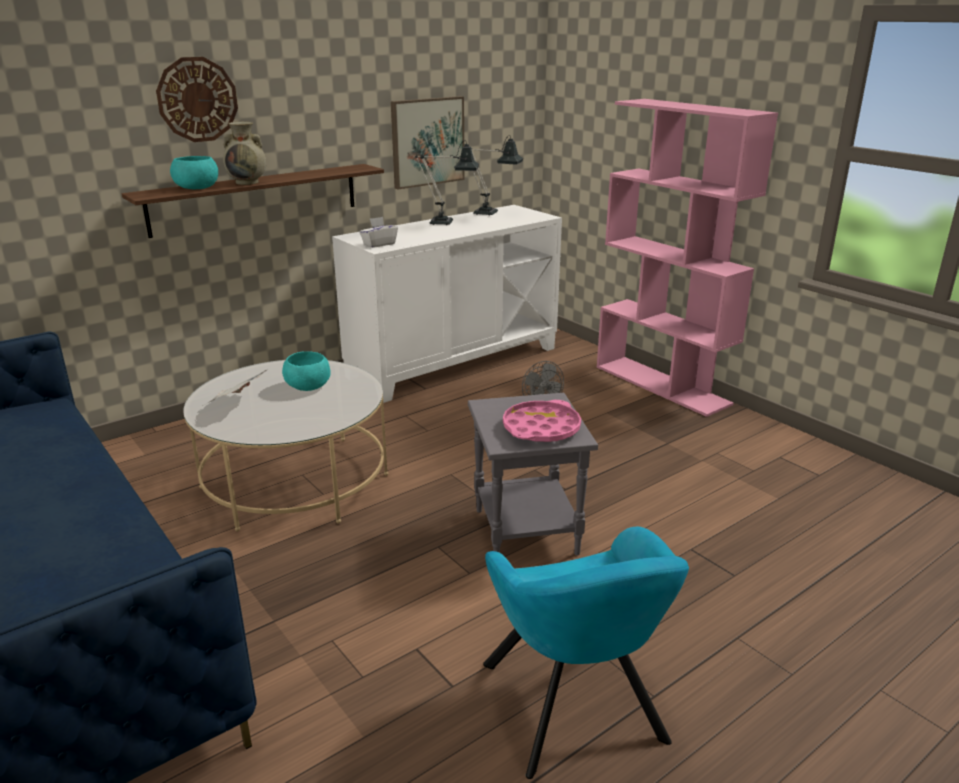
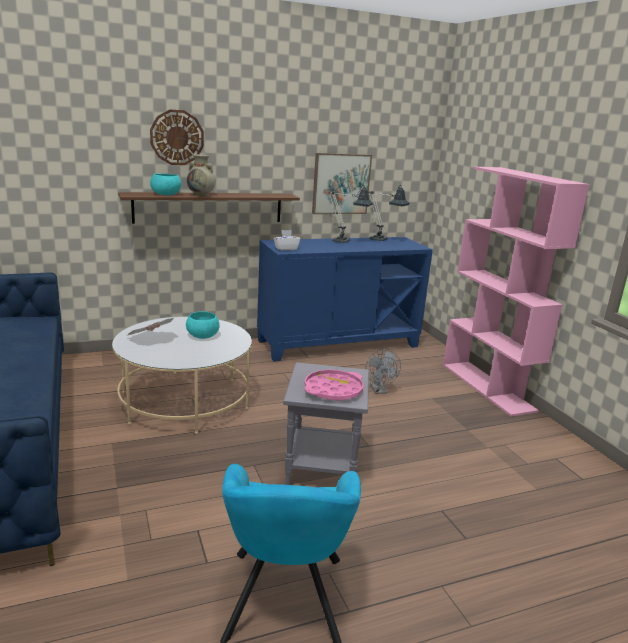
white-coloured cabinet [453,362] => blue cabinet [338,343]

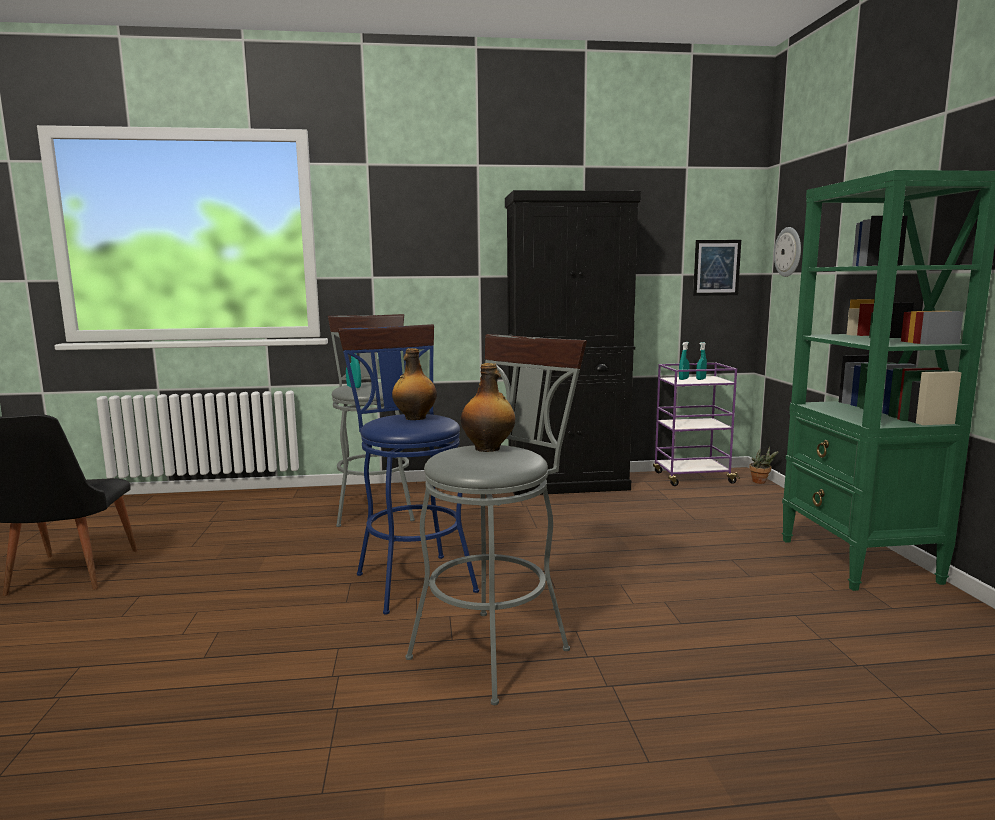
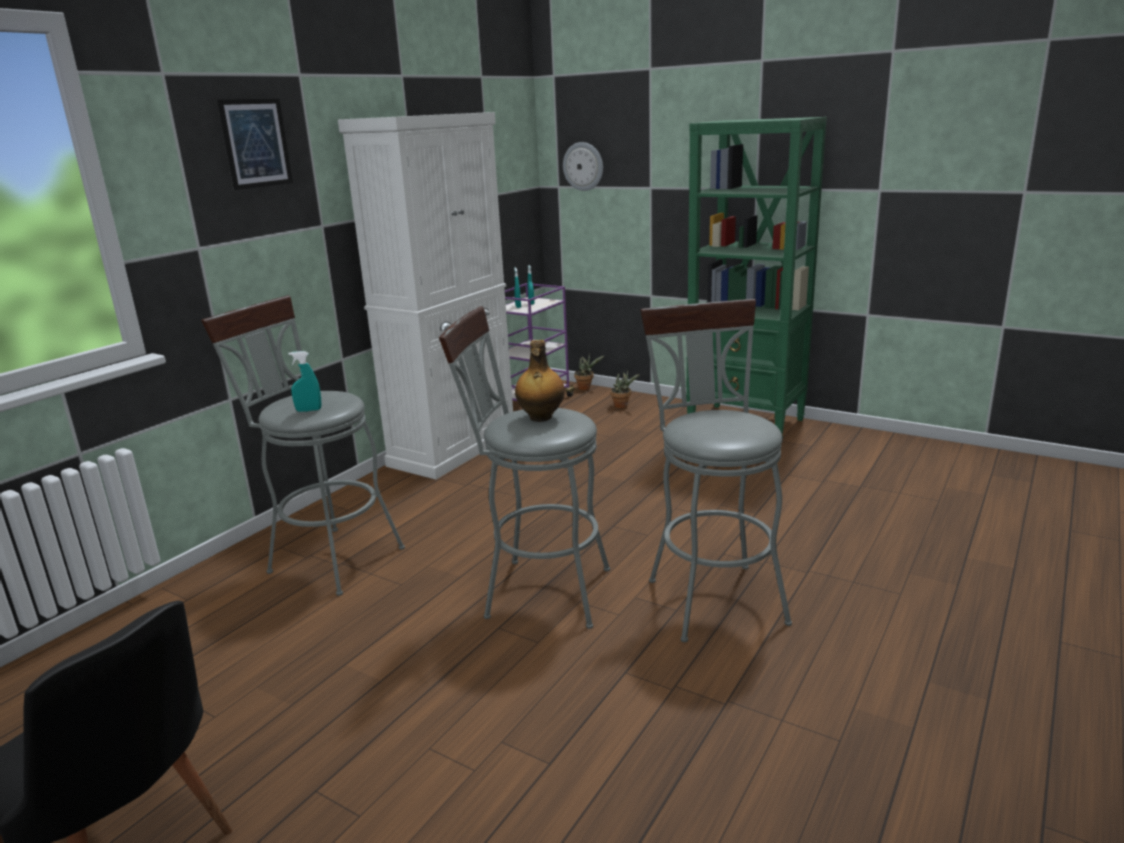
blackish cabinet [567,484] => white-coloured cabinet [454,448]
picture [716,267] => picture [256,143], move
blue stool seat [411,578] => grey stool seat [537,591]
beverage bottle [488,449] => nothing
nothing => houseplant [623,406]

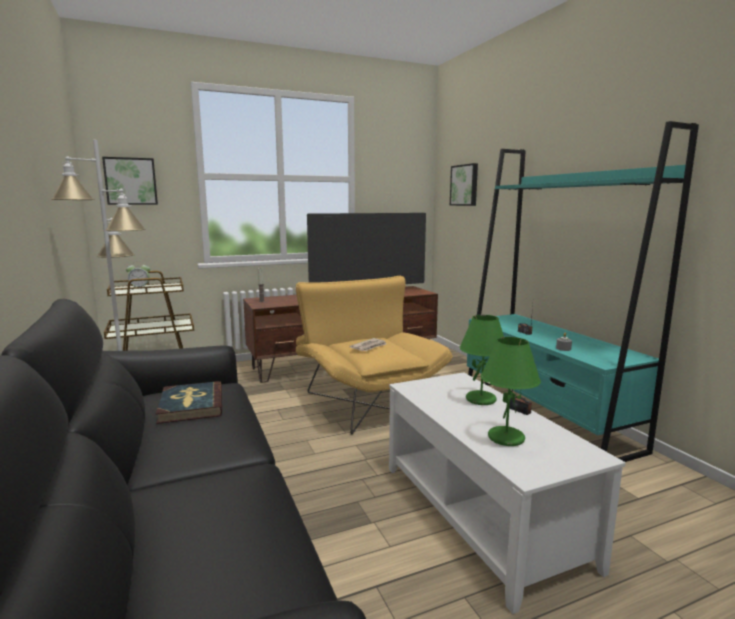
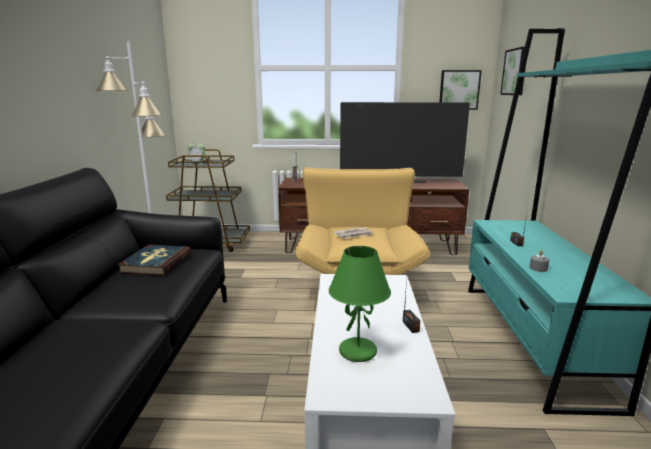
picture [131,181] => picture [459,90], move
green lamp for a table [481,399] => nothing

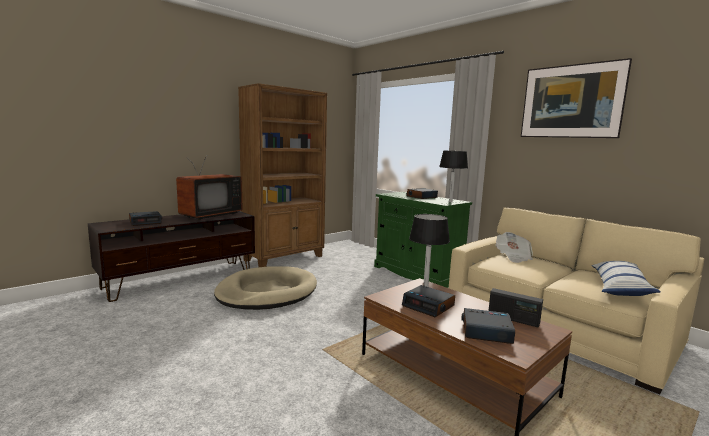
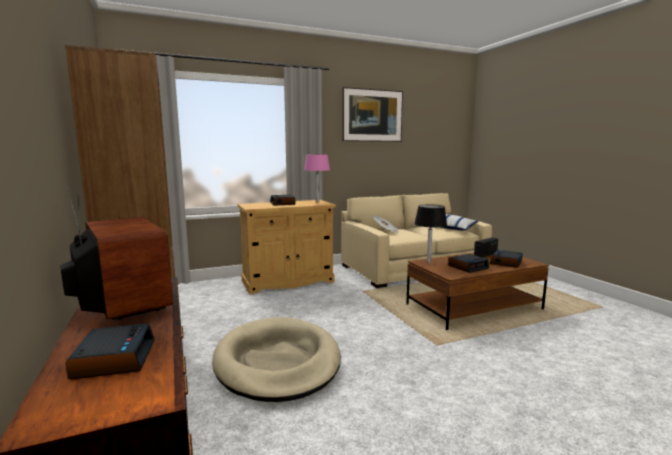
blackish lamp for a table [450,202] => pink-coloured lamp for a table [317,202]
green cabinet [417,273] => beige-coloured cabinet [288,281]

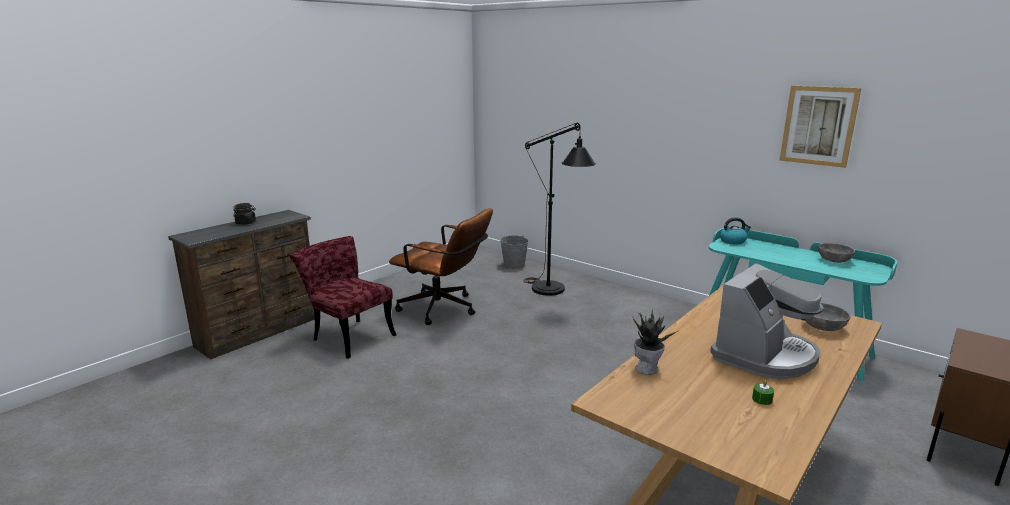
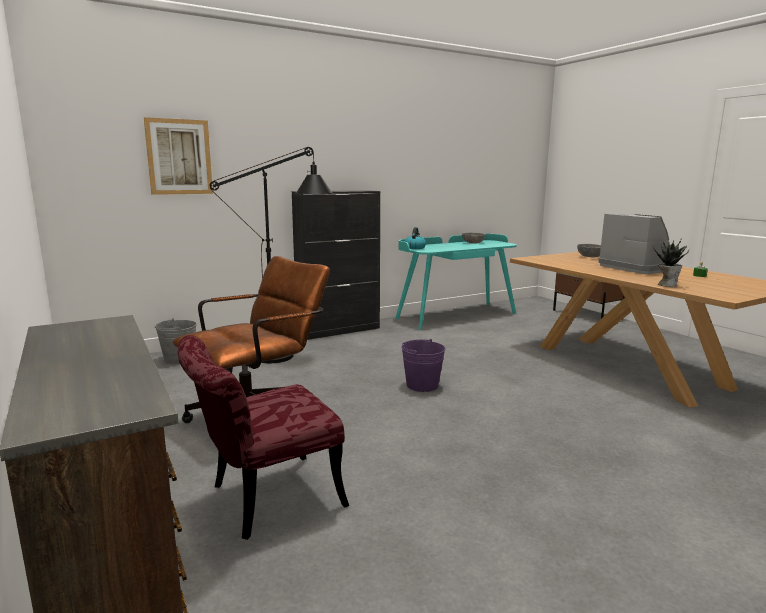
picture [818,126] => picture [179,157], move
blackish preserve jar [246,223] => nothing
nothing => blackish cabinet [339,330]
nothing => purple-coloured pail [422,385]

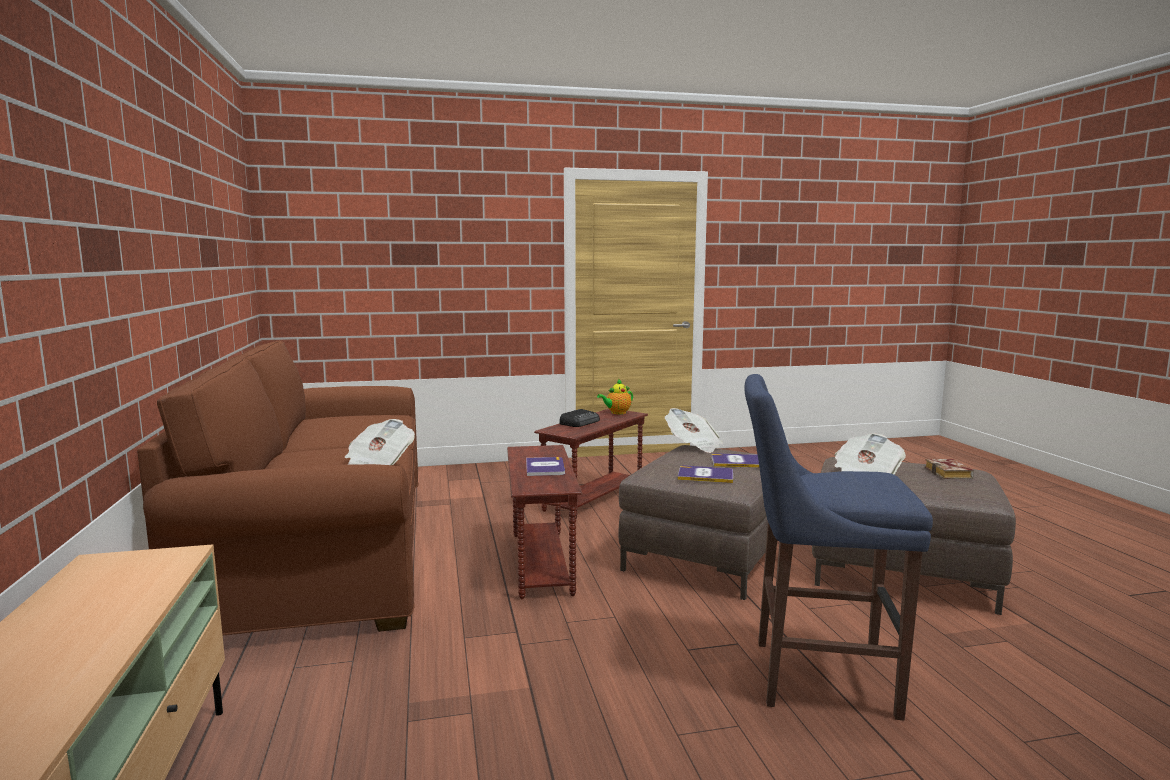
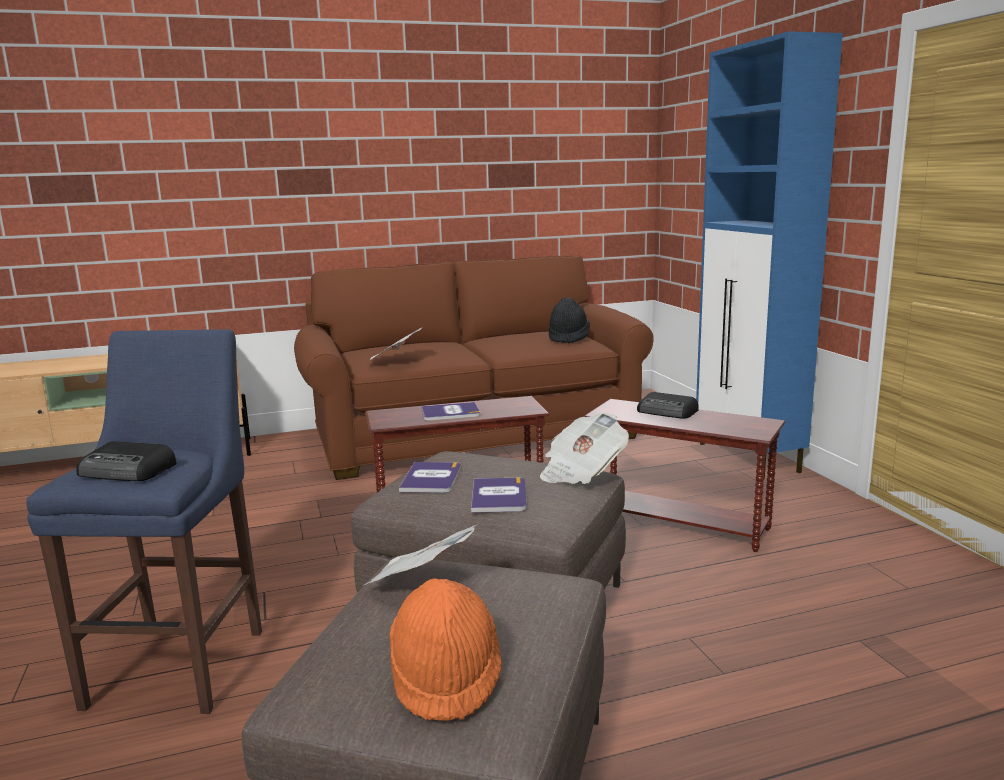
teapot [617,413] => nothing
book [950,474] => orange clothing hat [445,676]
nothing => blue cabinet [748,458]
nothing => blackish clothing hat [568,338]
nothing => radio [128,471]

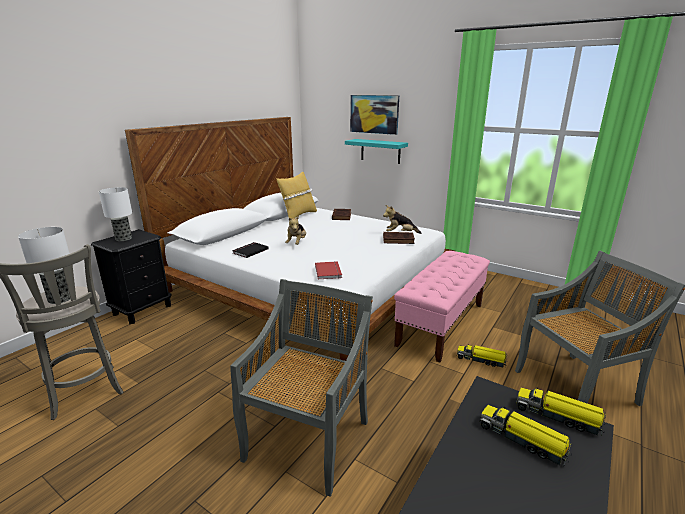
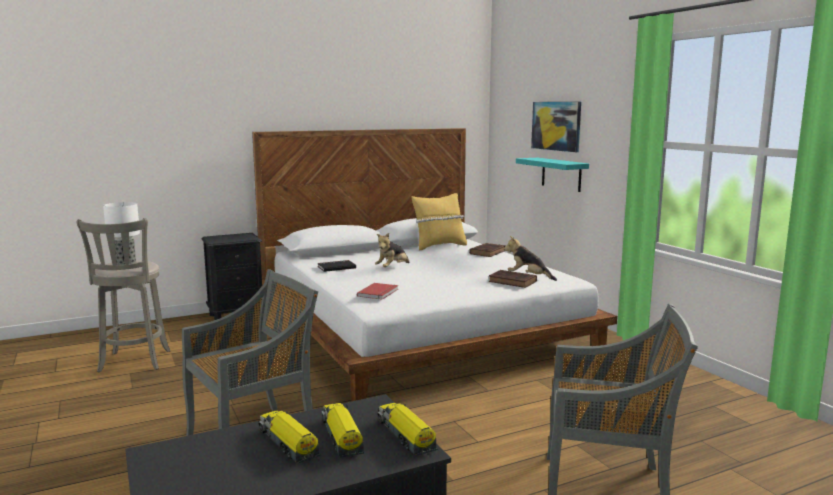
lamp for a table [123,238] => nothing
pink-coloured indoor bench [441,324] => nothing
model truck [481,360] => model truck [288,444], move

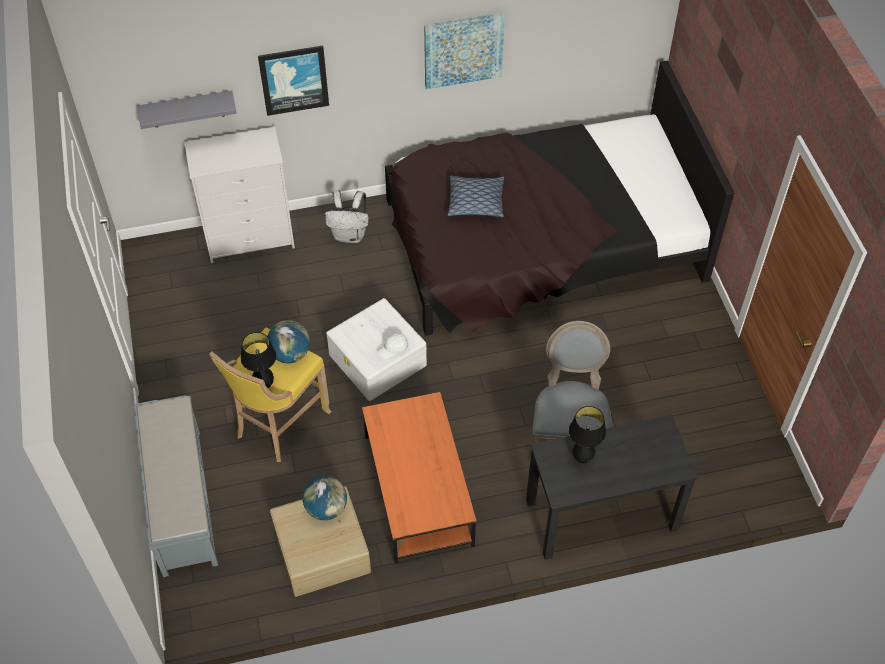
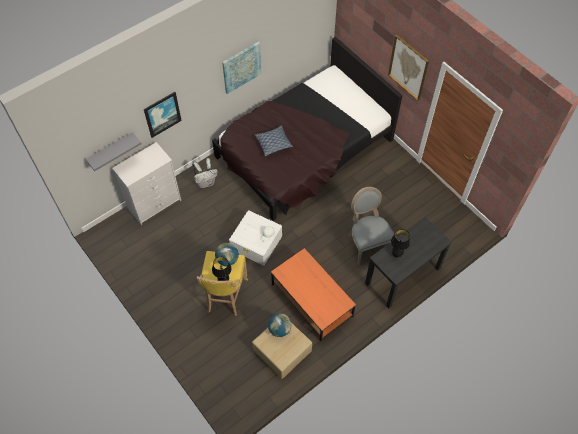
grey indoor bench [181,499] => nothing
nothing => picture [408,67]

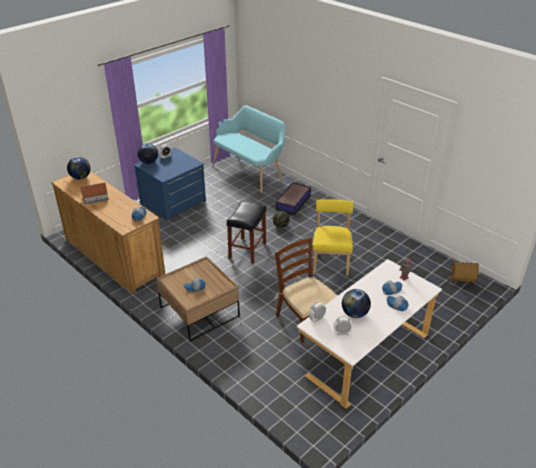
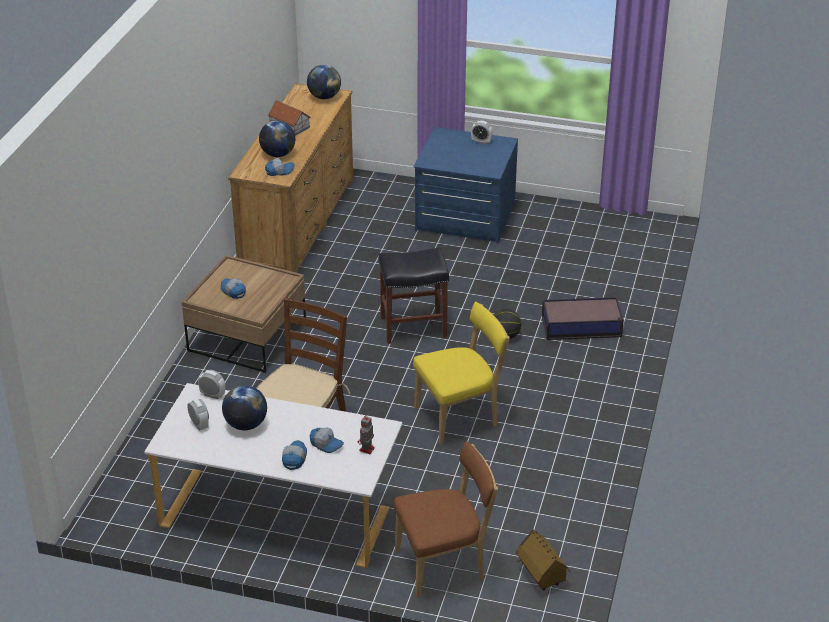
turquoise indoor bench [250,172] => nothing
world globe [148,162] => world globe [278,154], move
nothing => brownish plain chair [444,565]

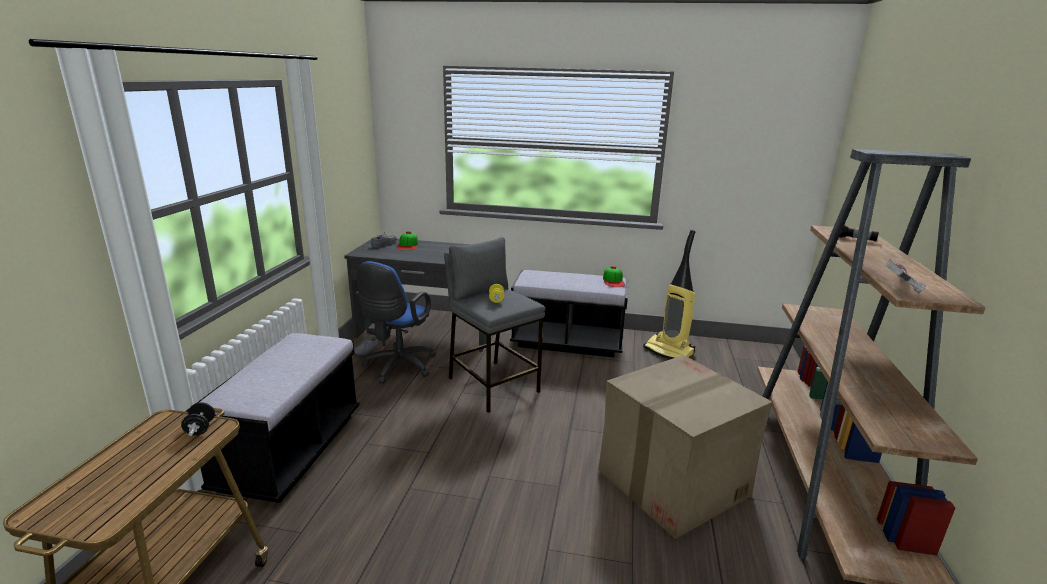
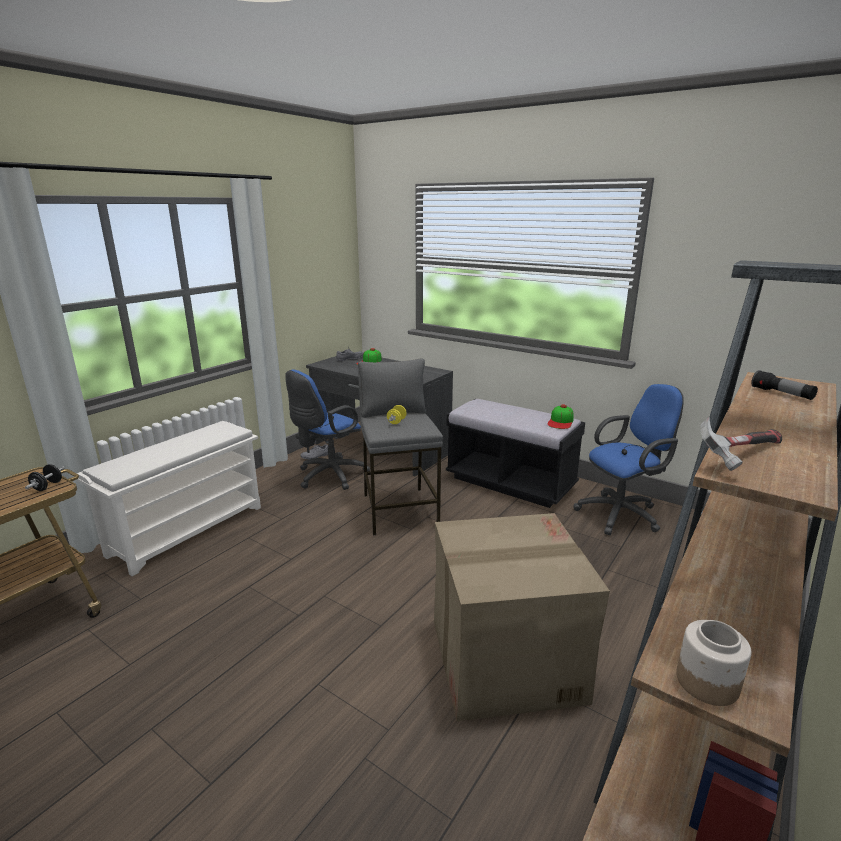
hoover [669,351] => blue desk chair [622,514]
blackish indoor bench [291,451] => white-coloured shoe shelf [189,529]
nothing => preserve jar [706,682]

